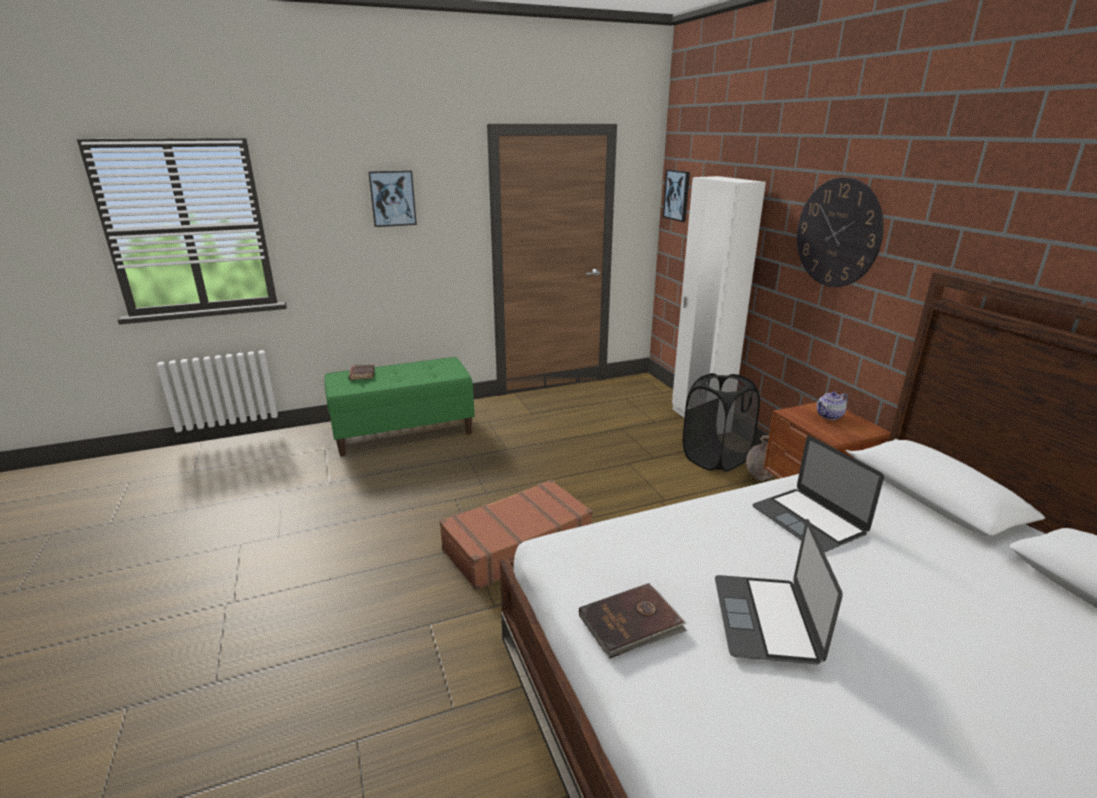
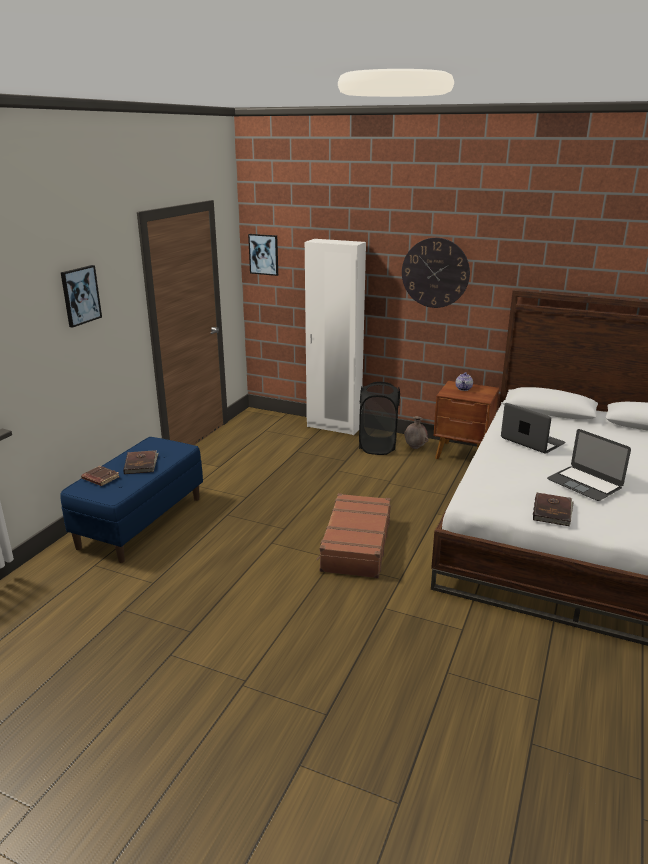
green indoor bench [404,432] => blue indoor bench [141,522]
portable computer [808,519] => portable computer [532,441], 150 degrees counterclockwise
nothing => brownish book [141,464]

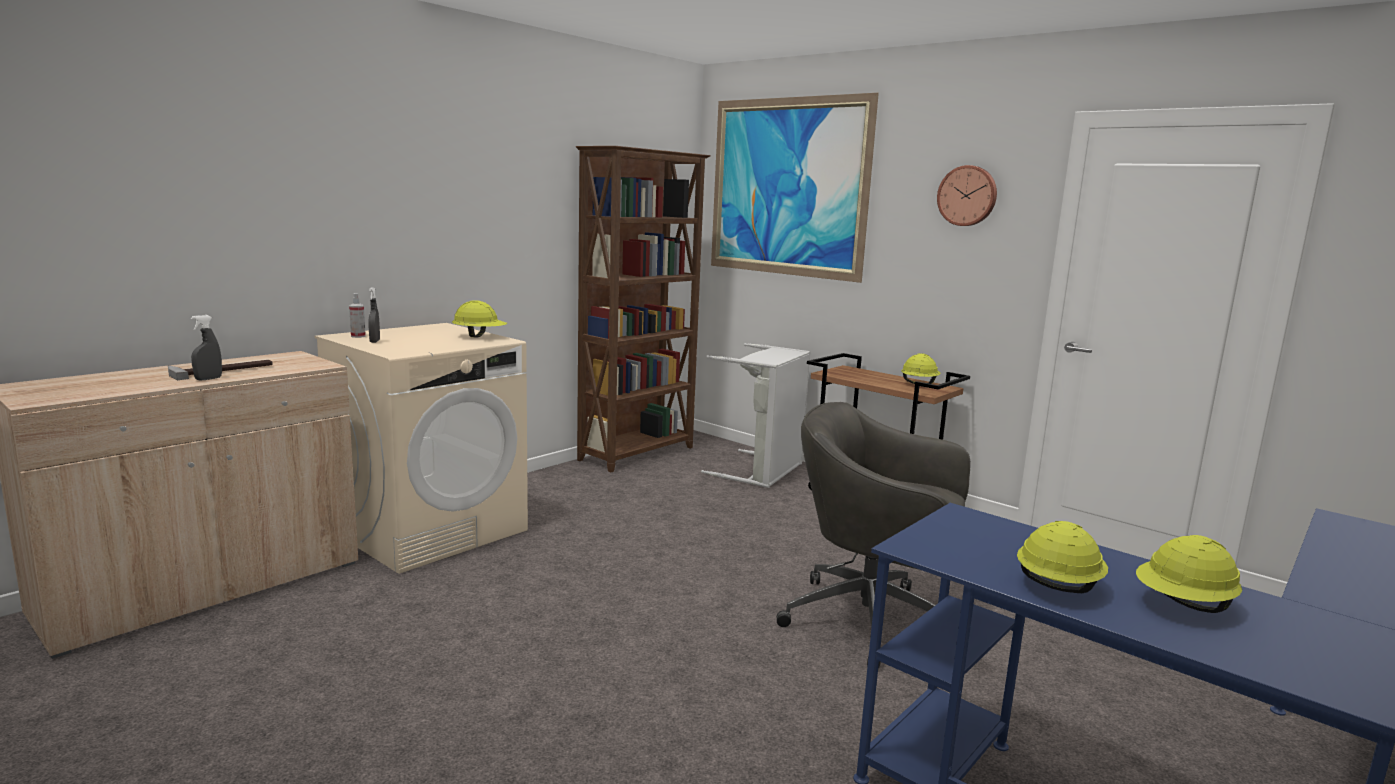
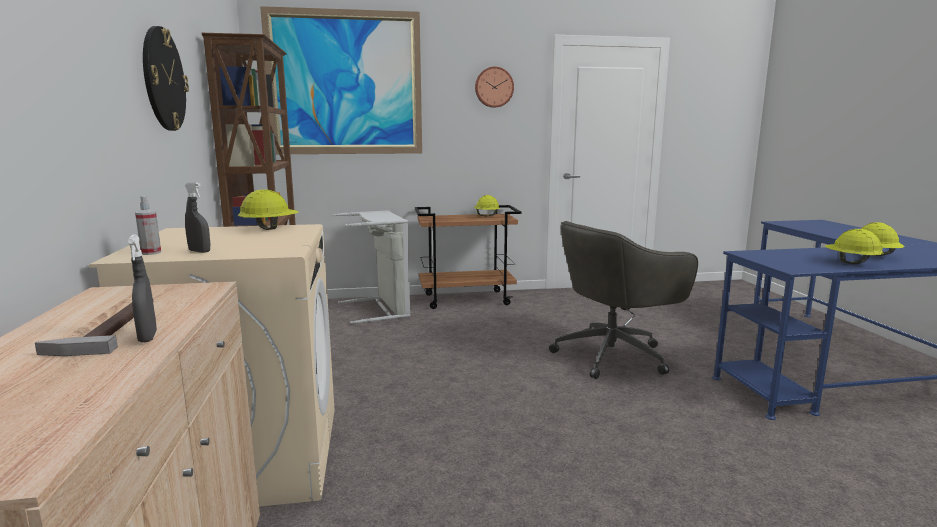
nothing => hanging clock [163,79]

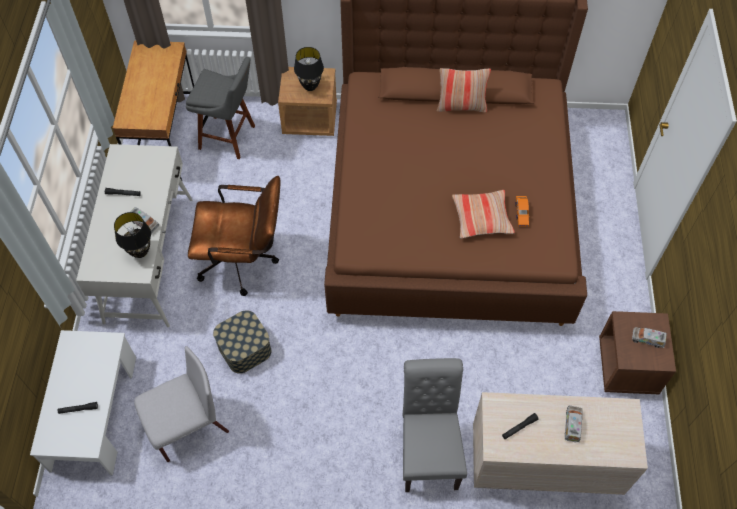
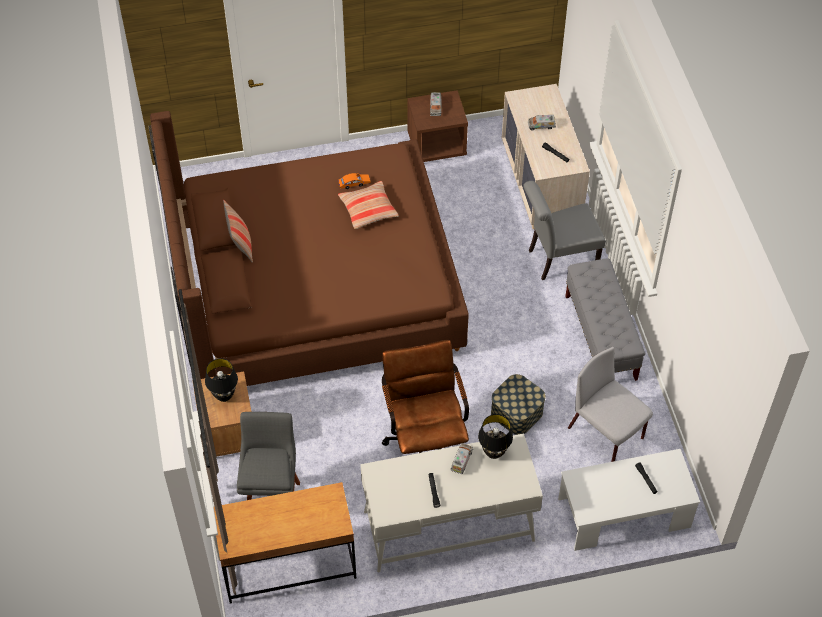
nothing => grey indoor bench [600,338]

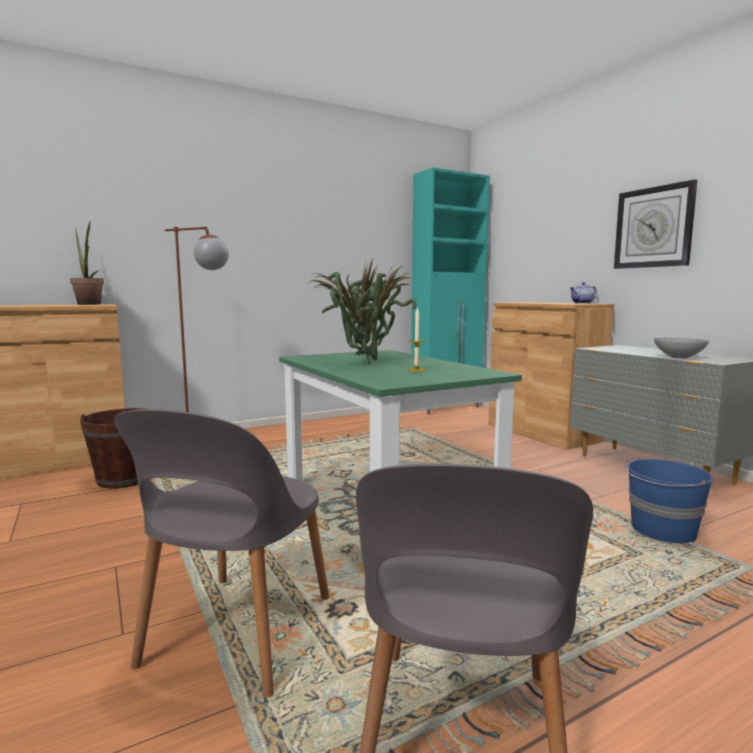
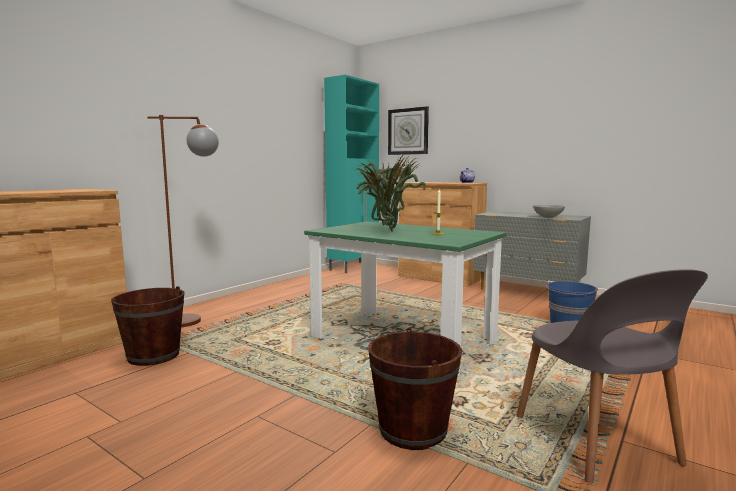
hanging clock [653,227] => hanging clock [408,131], move
houseplant [90,304] => nothing
grey plain chair [236,633] => brownish pail [413,430]

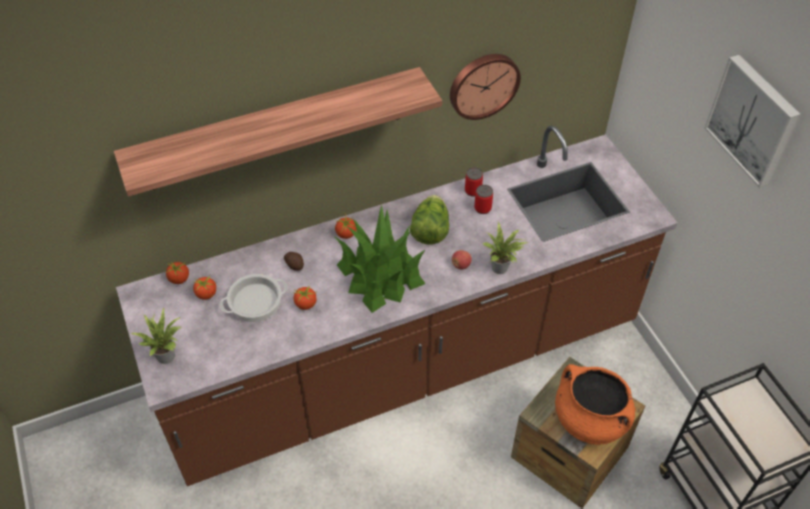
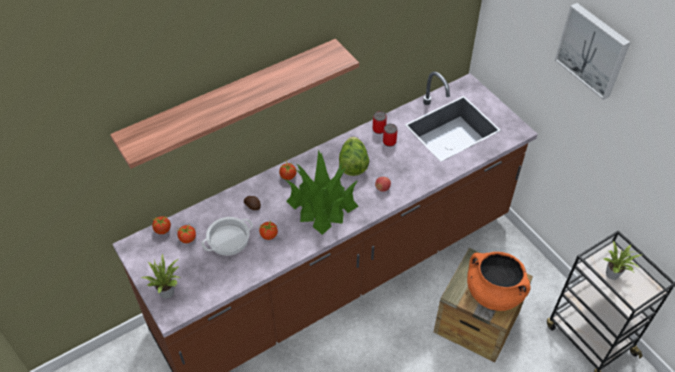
hanging clock [483,84] => nothing
houseplant [501,268] => houseplant [614,274], move

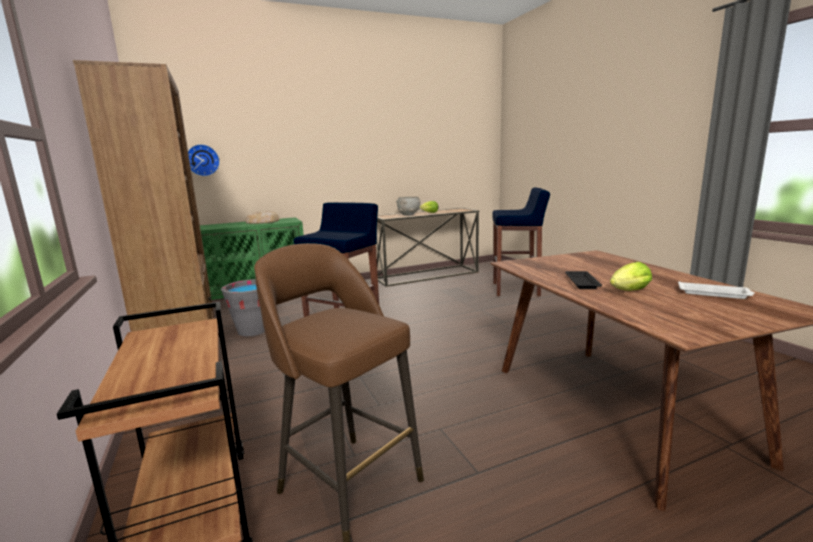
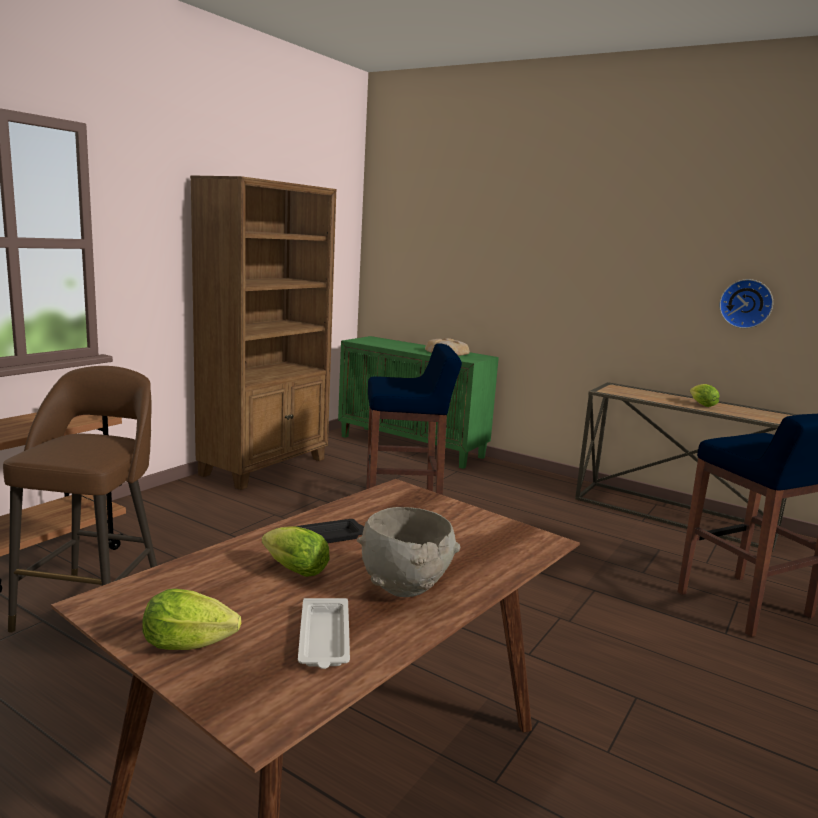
hanging clock [202,160] => hanging clock [746,303], move
grey serving bowl [408,215] => grey serving bowl [405,589], move
grey pail [253,330] => nothing
nothing => lettuce head [194,645]

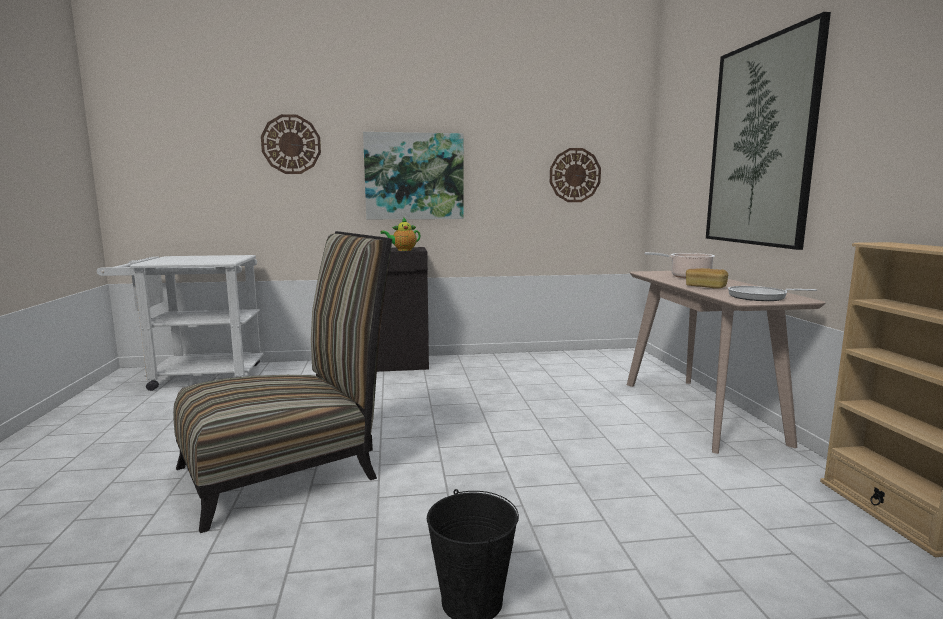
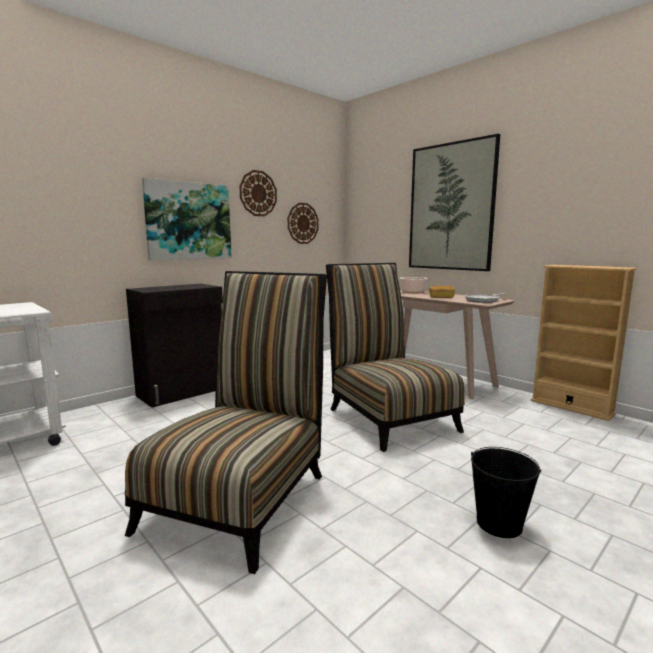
hanging clock [291,144] => hanging clock [258,193], move
teapot [403,250] => nothing
nothing => plain chair [388,416]

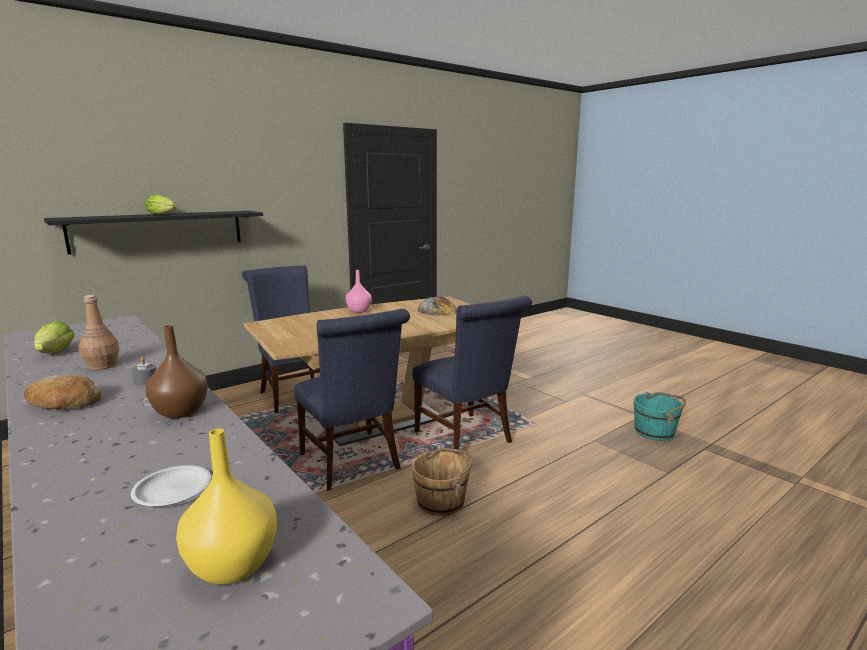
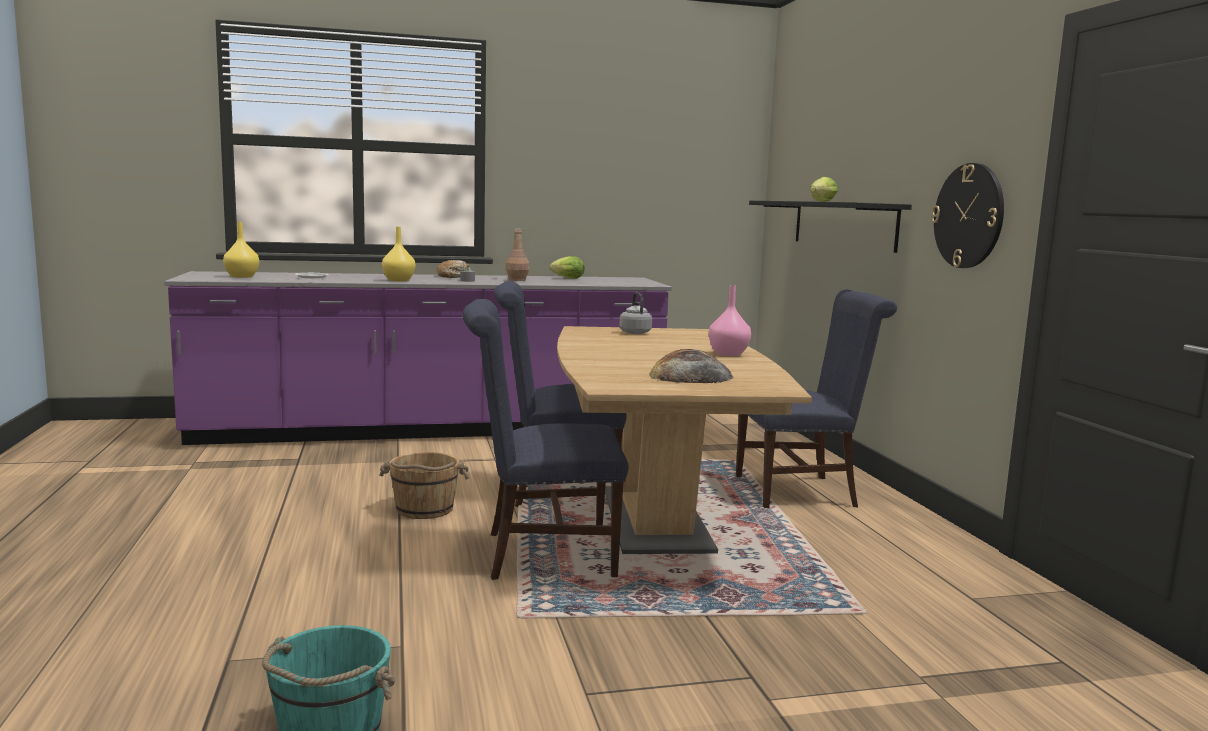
brownish vase [181,412] => yellow vase [398,280]
nothing => hanging clock [969,216]
nothing => grey tea kettle [634,332]

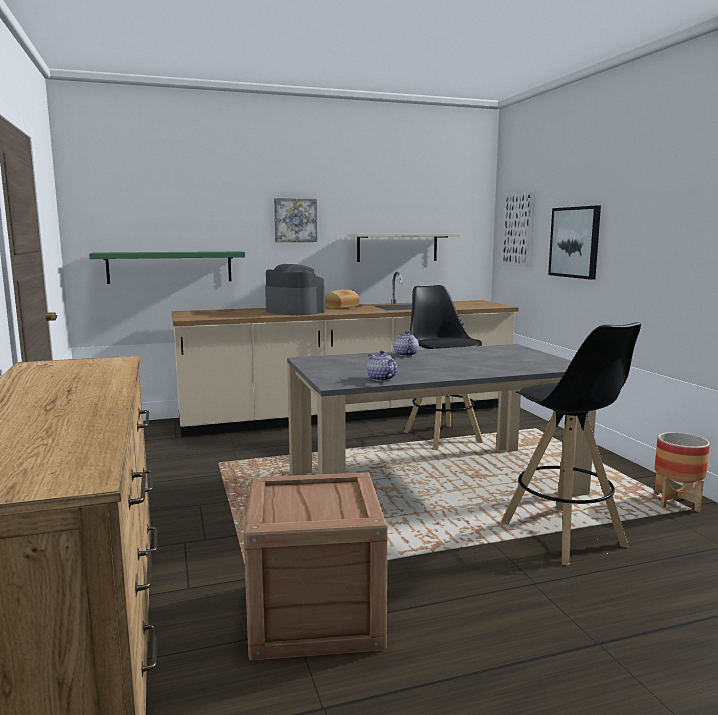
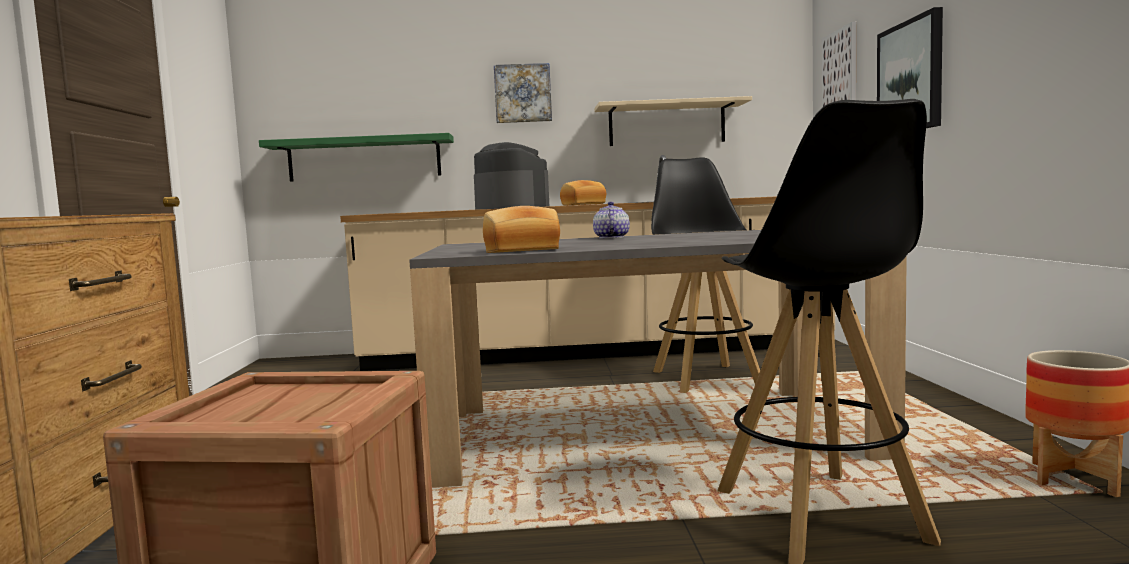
teapot [381,379] => bread [522,250]

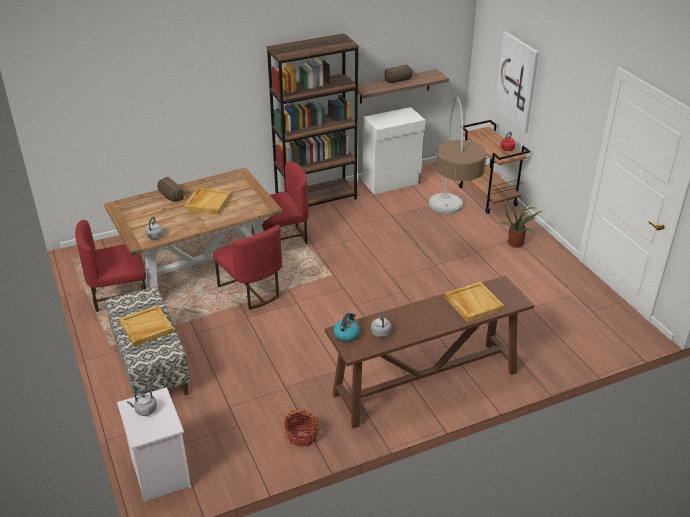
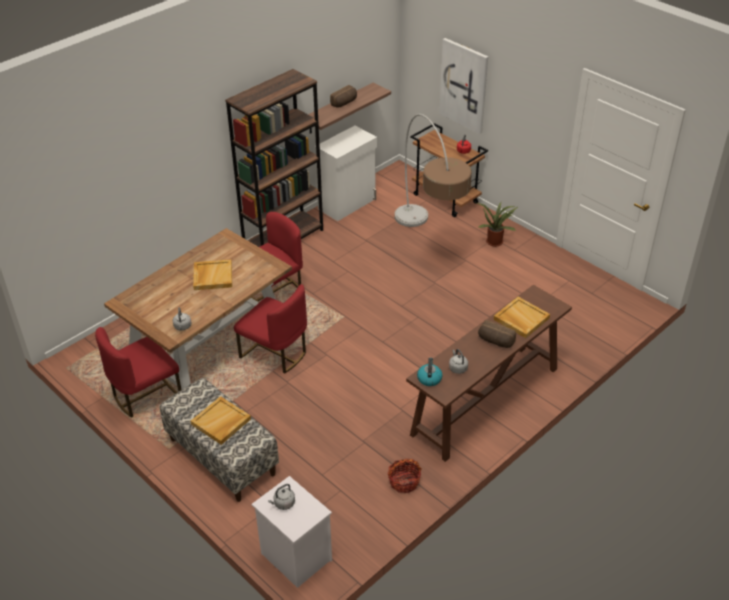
bread [170,196] => bread [495,341], move

